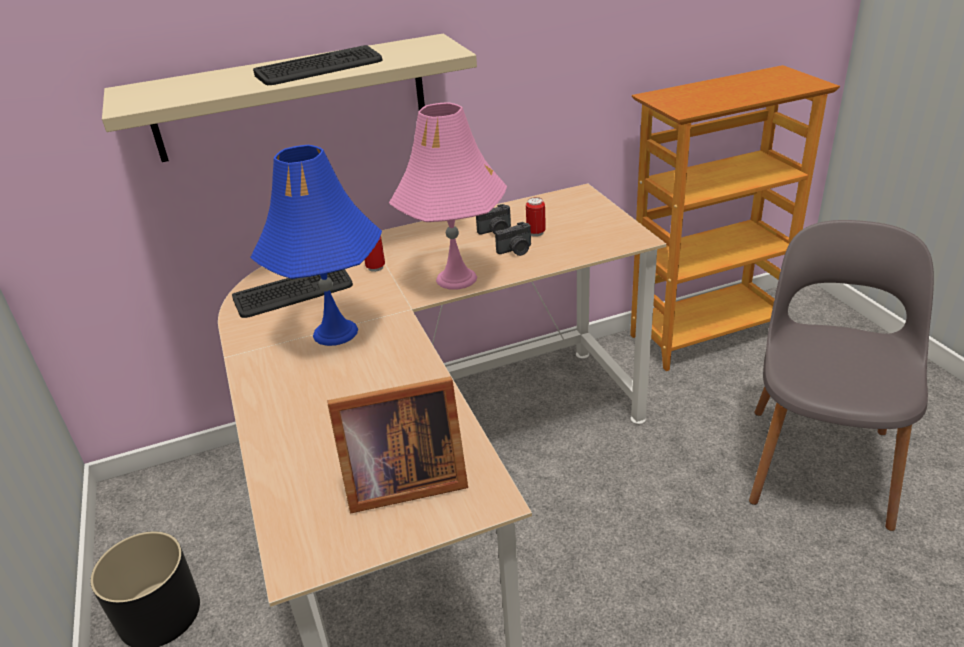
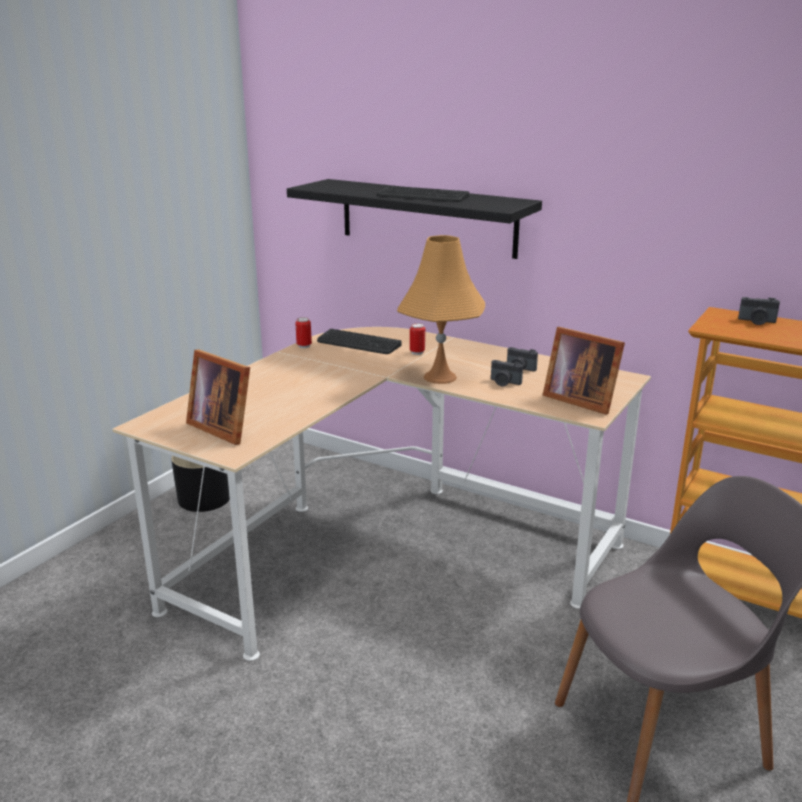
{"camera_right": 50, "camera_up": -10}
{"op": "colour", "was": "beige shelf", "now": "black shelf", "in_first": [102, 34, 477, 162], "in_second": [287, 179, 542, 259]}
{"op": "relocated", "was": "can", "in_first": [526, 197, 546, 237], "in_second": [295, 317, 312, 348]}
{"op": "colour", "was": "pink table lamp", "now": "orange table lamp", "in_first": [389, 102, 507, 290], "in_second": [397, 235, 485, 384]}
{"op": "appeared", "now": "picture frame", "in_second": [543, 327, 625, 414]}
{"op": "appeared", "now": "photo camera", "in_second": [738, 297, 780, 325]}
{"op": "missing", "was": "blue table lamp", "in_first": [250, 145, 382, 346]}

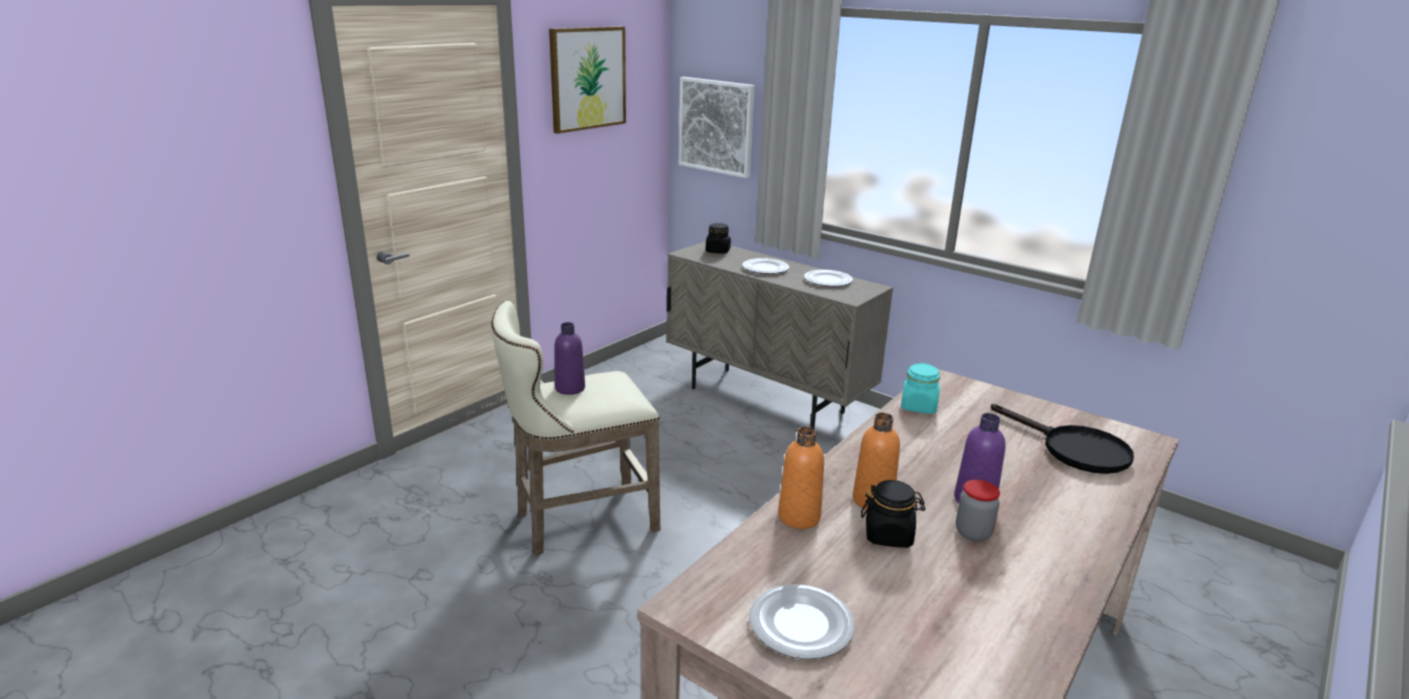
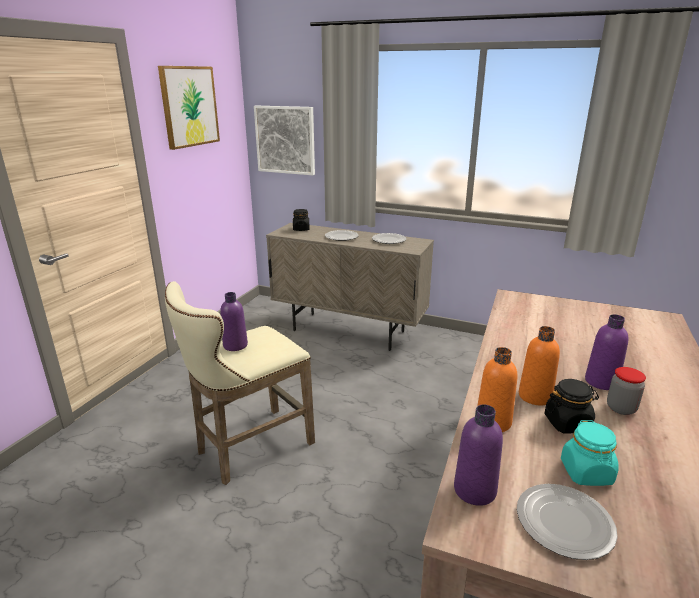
{"camera_right": -15, "camera_up": 0}
{"op": "appeared", "now": "purple bottle", "in_second": [454, 404, 503, 506]}
{"op": "relocated", "was": "turquoise jar", "in_first": [901, 363, 940, 414], "in_second": [561, 420, 619, 486]}
{"op": "missing", "was": "black frying pan", "in_first": [991, 404, 1134, 474]}

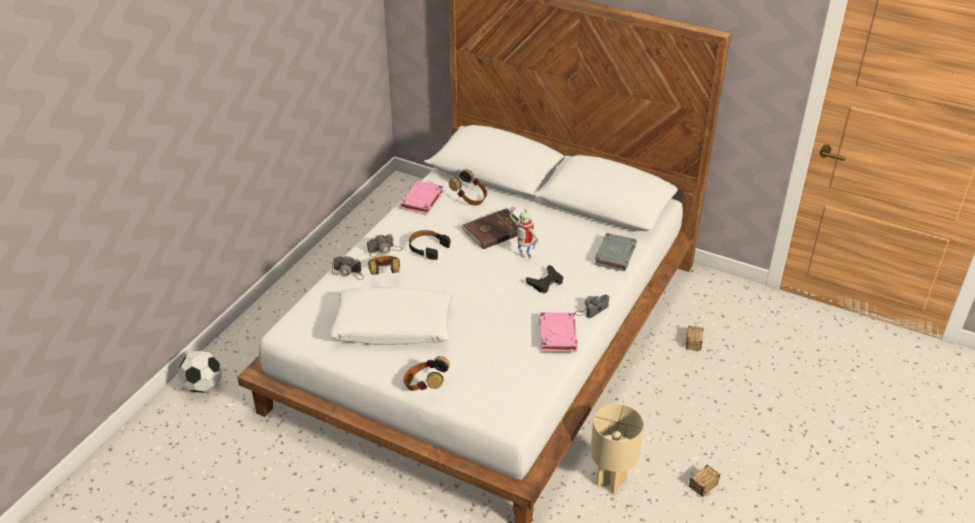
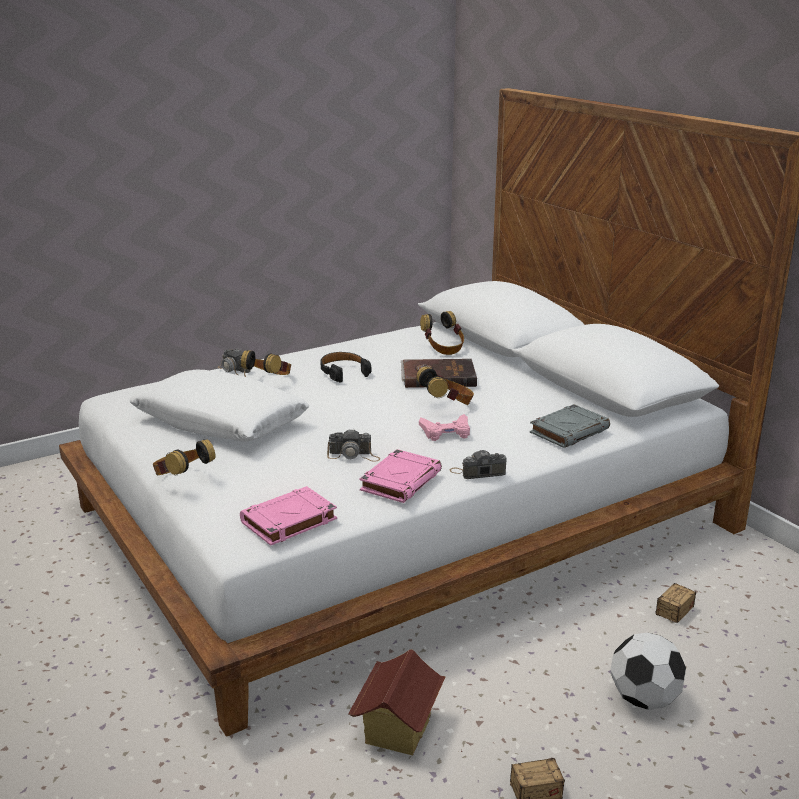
{"camera_right": 30, "camera_up": -15}
{"op": "relocated", "was": "pink book", "in_first": [399, 181, 443, 215], "in_second": [240, 486, 337, 546]}
{"op": "relocated", "was": "photo camera", "in_first": [367, 234, 403, 257], "in_second": [327, 429, 380, 462]}
{"op": "exchanged", "was": "beige table lamp", "now": "toy house", "in_first": [590, 404, 644, 495], "in_second": [348, 649, 446, 755]}
{"op": "exchanged", "was": "toy robot", "now": "headphones", "in_first": [509, 207, 539, 260], "in_second": [416, 366, 474, 405]}
{"op": "colour", "was": "black game controller", "now": "pink game controller", "in_first": [526, 265, 563, 293], "in_second": [419, 414, 470, 441]}
{"op": "relocated", "was": "football", "in_first": [178, 351, 222, 393], "in_second": [610, 633, 686, 710]}

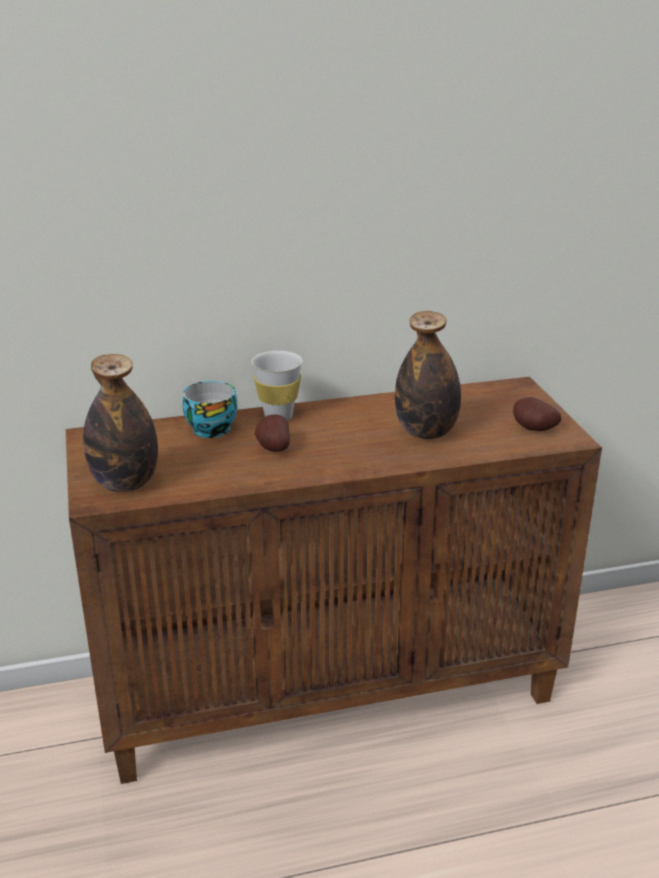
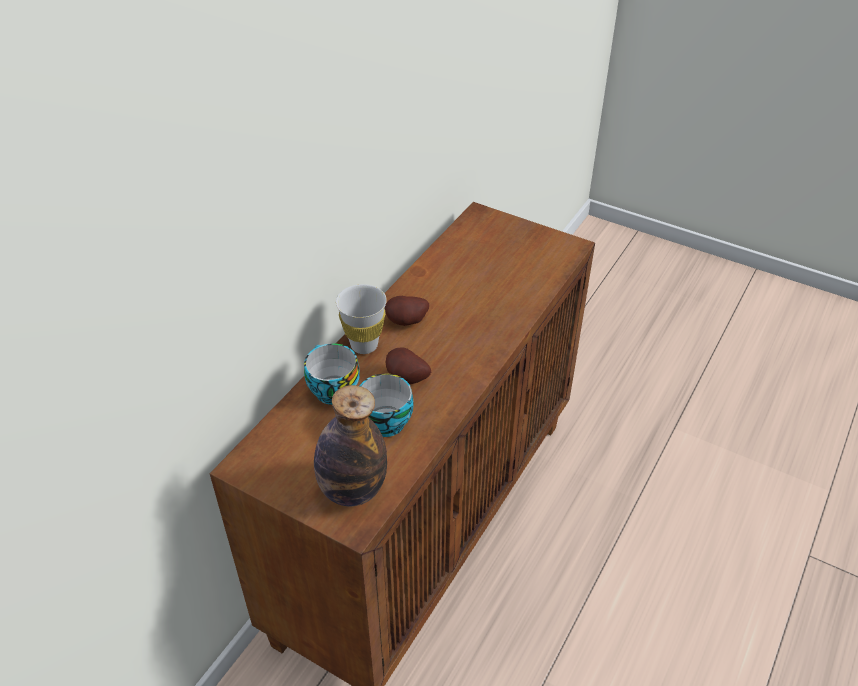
{"camera_right": -45, "camera_up": 15}
{"op": "appeared", "now": "cup", "in_second": [360, 373, 414, 437]}
{"op": "relocated", "was": "potato", "in_first": [513, 397, 561, 431], "in_second": [385, 296, 429, 326]}
{"op": "missing", "was": "bottle", "in_first": [395, 311, 461, 439]}

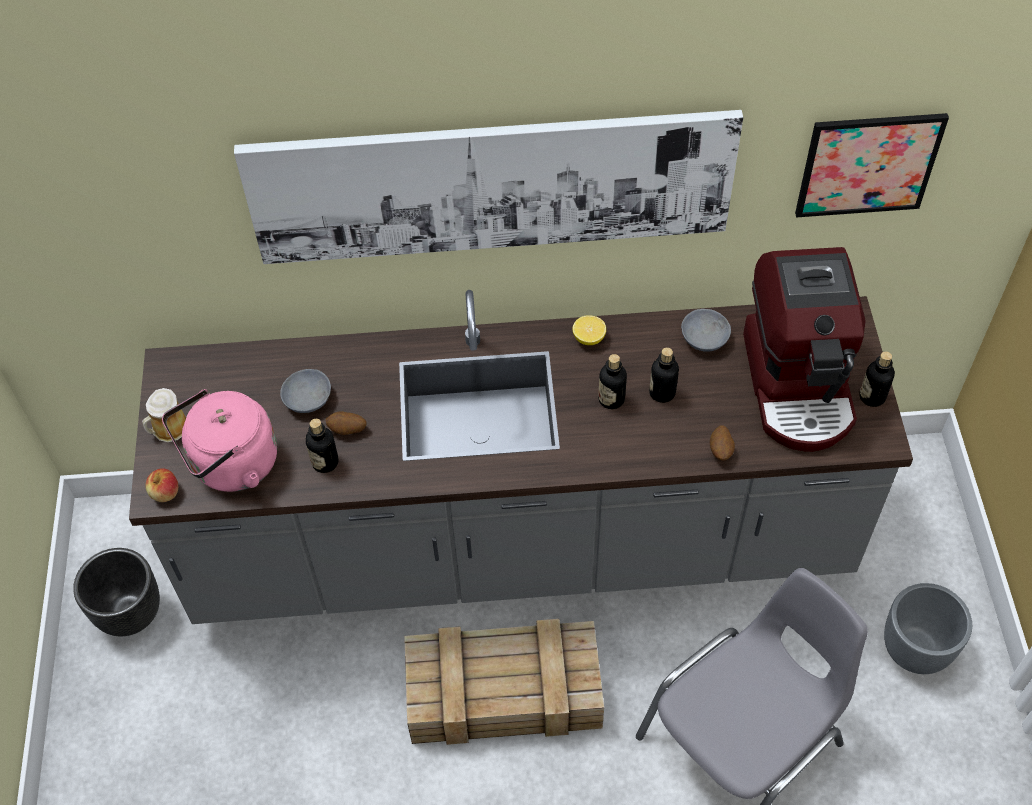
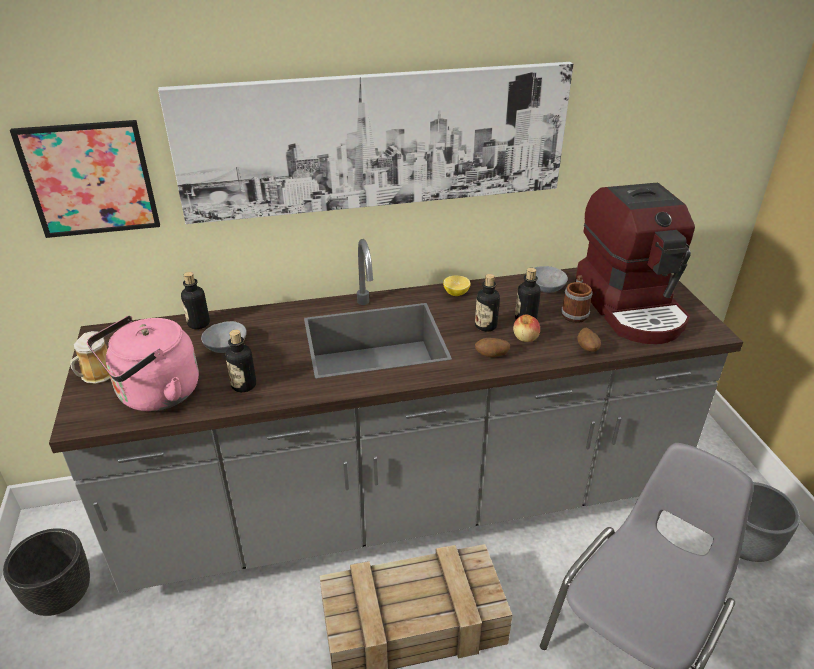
{"camera_right": -10, "camera_up": -20}
{"op": "relocated", "was": "picture", "in_first": [795, 113, 949, 217], "in_second": [10, 120, 160, 238]}
{"op": "relocated", "was": "bottle", "in_first": [859, 351, 895, 407], "in_second": [181, 272, 210, 329]}
{"op": "relocated", "was": "potato", "in_first": [325, 411, 367, 435], "in_second": [475, 338, 510, 357]}
{"op": "relocated", "was": "apple", "in_first": [145, 468, 178, 502], "in_second": [513, 315, 540, 342]}
{"op": "appeared", "now": "mug", "in_second": [561, 275, 593, 323]}

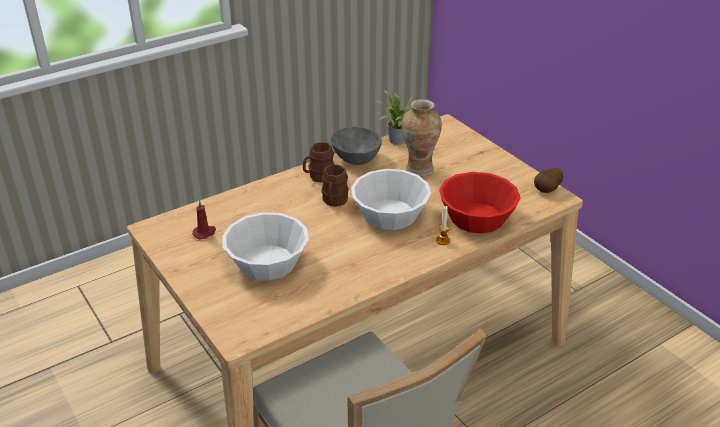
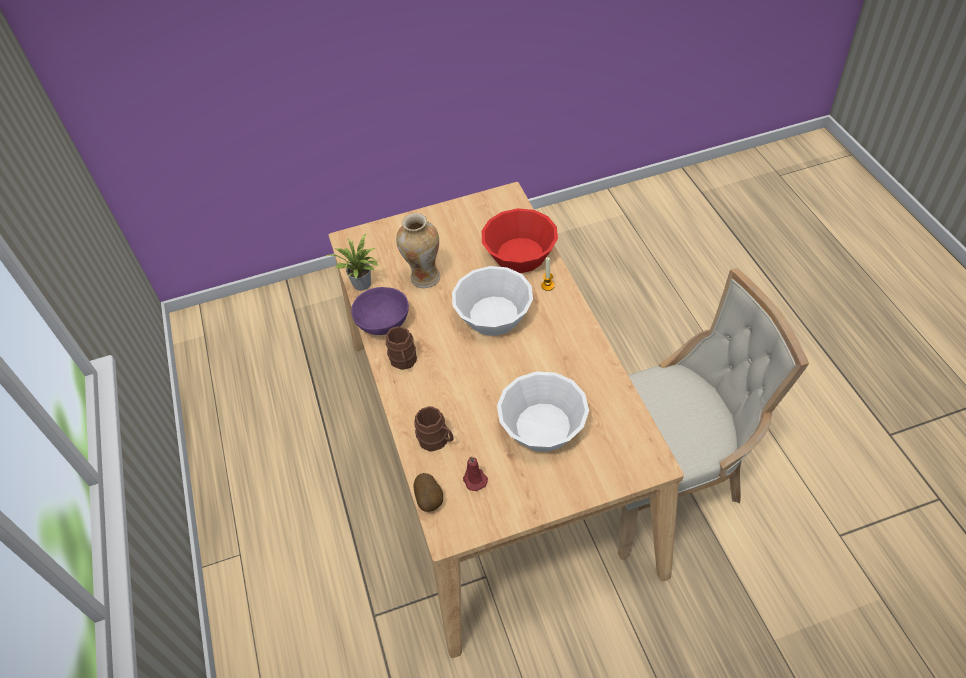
{"camera_right": -70, "camera_up": 15}
{"op": "colour", "was": "grey bowl", "now": "purple bowl", "in_first": [331, 126, 382, 165], "in_second": [351, 287, 409, 335]}
{"op": "relocated", "was": "potato", "in_first": [534, 168, 563, 193], "in_second": [413, 473, 443, 512]}
{"op": "relocated", "was": "brown mug", "in_first": [322, 164, 349, 207], "in_second": [414, 406, 454, 451]}

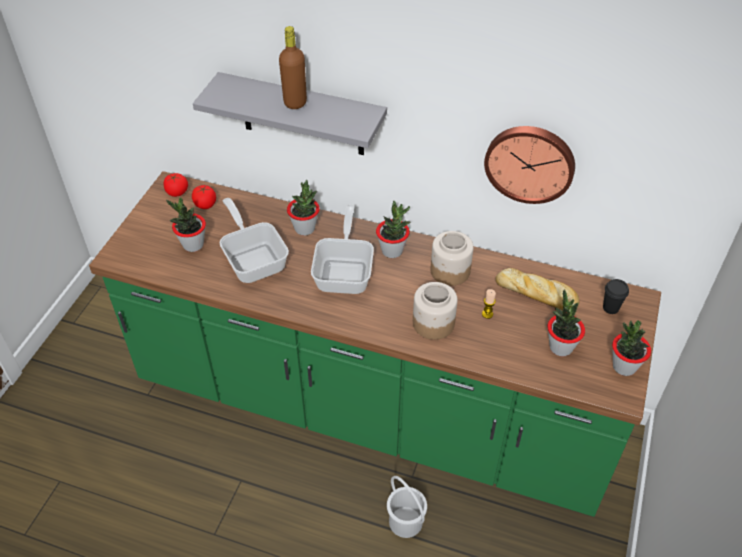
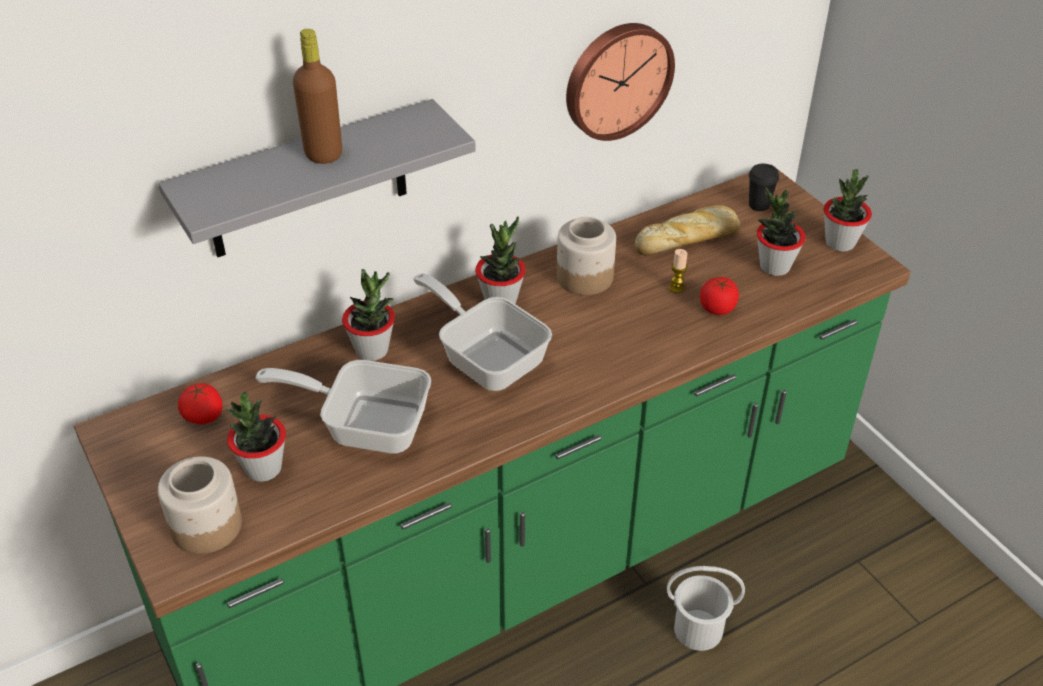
{"camera_right": -50, "camera_up": -5}
{"op": "relocated", "was": "jar", "in_first": [413, 282, 458, 340], "in_second": [158, 456, 242, 554]}
{"op": "relocated", "was": "tomato", "in_first": [163, 173, 188, 197], "in_second": [700, 277, 739, 315]}

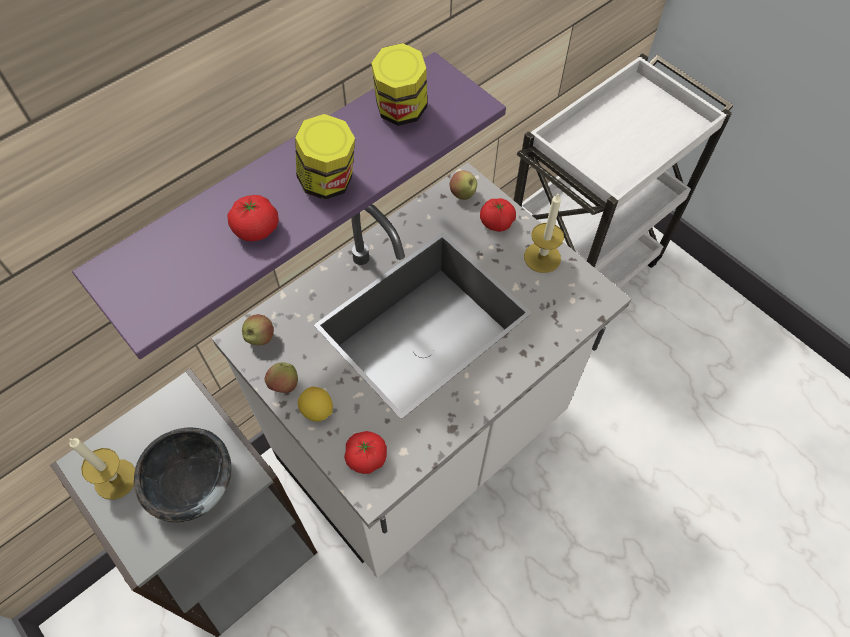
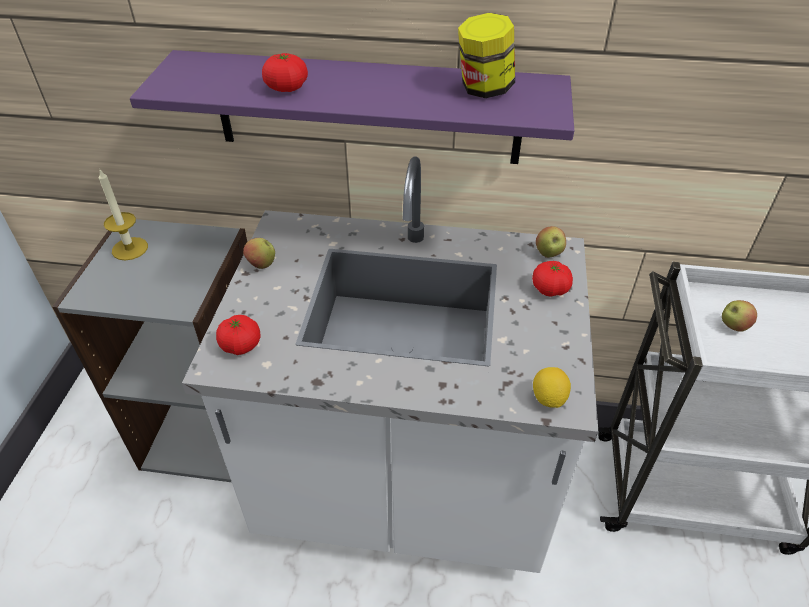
{"camera_right": 50, "camera_up": -15}
{"op": "relocated", "was": "lemon", "in_first": [298, 387, 333, 422], "in_second": [533, 367, 571, 408]}
{"op": "relocated", "was": "apple", "in_first": [242, 314, 274, 345], "in_second": [722, 300, 757, 332]}
{"op": "missing", "was": "black bowl", "in_first": [134, 428, 231, 522]}
{"op": "missing", "was": "jar", "in_first": [295, 114, 355, 200]}
{"op": "missing", "was": "candle", "in_first": [524, 194, 564, 273]}

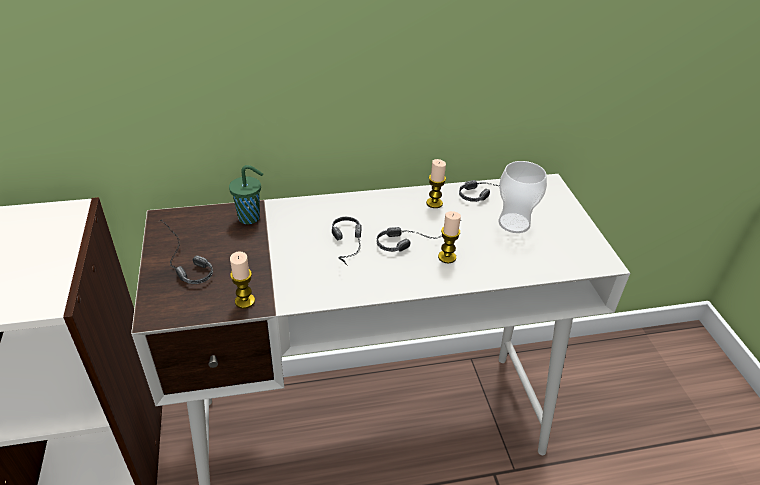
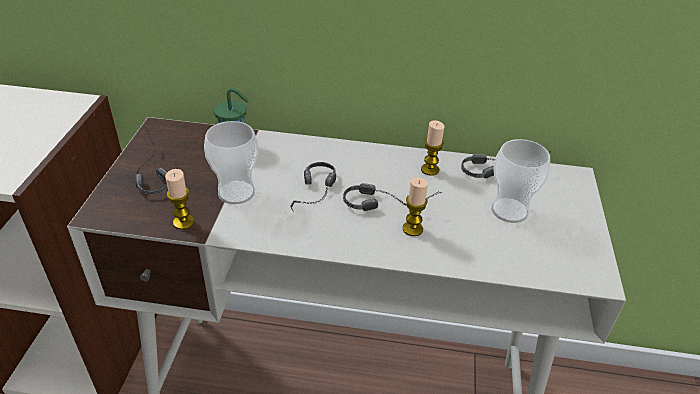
{"camera_right": 20, "camera_up": 0}
{"op": "appeared", "now": "cup", "in_second": [204, 121, 259, 204]}

